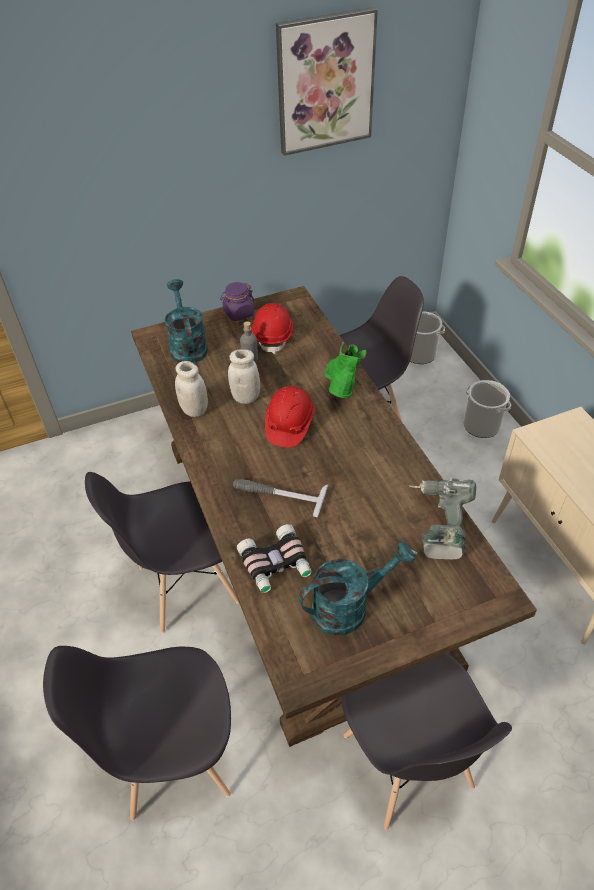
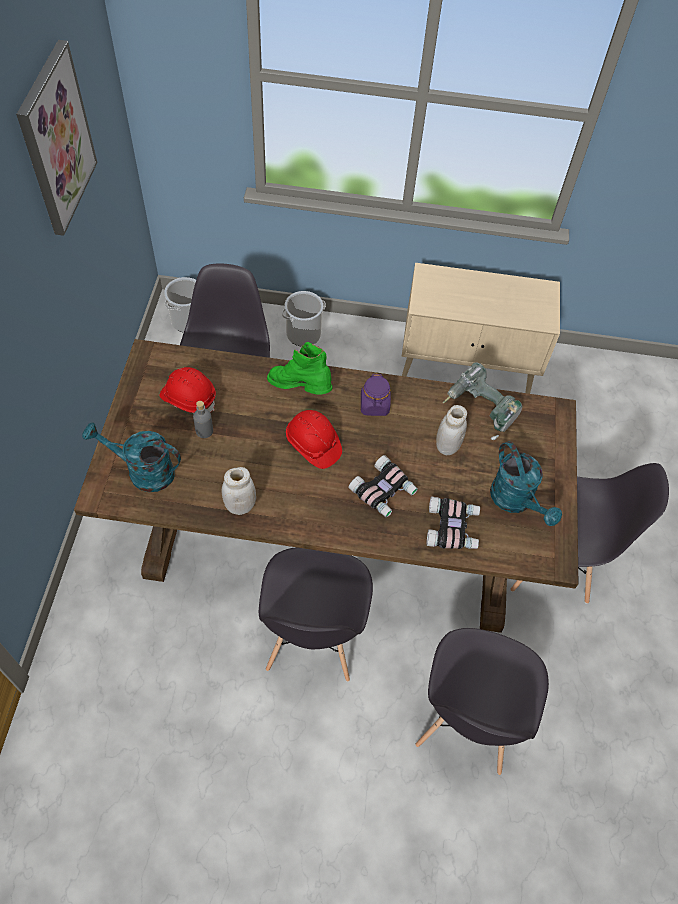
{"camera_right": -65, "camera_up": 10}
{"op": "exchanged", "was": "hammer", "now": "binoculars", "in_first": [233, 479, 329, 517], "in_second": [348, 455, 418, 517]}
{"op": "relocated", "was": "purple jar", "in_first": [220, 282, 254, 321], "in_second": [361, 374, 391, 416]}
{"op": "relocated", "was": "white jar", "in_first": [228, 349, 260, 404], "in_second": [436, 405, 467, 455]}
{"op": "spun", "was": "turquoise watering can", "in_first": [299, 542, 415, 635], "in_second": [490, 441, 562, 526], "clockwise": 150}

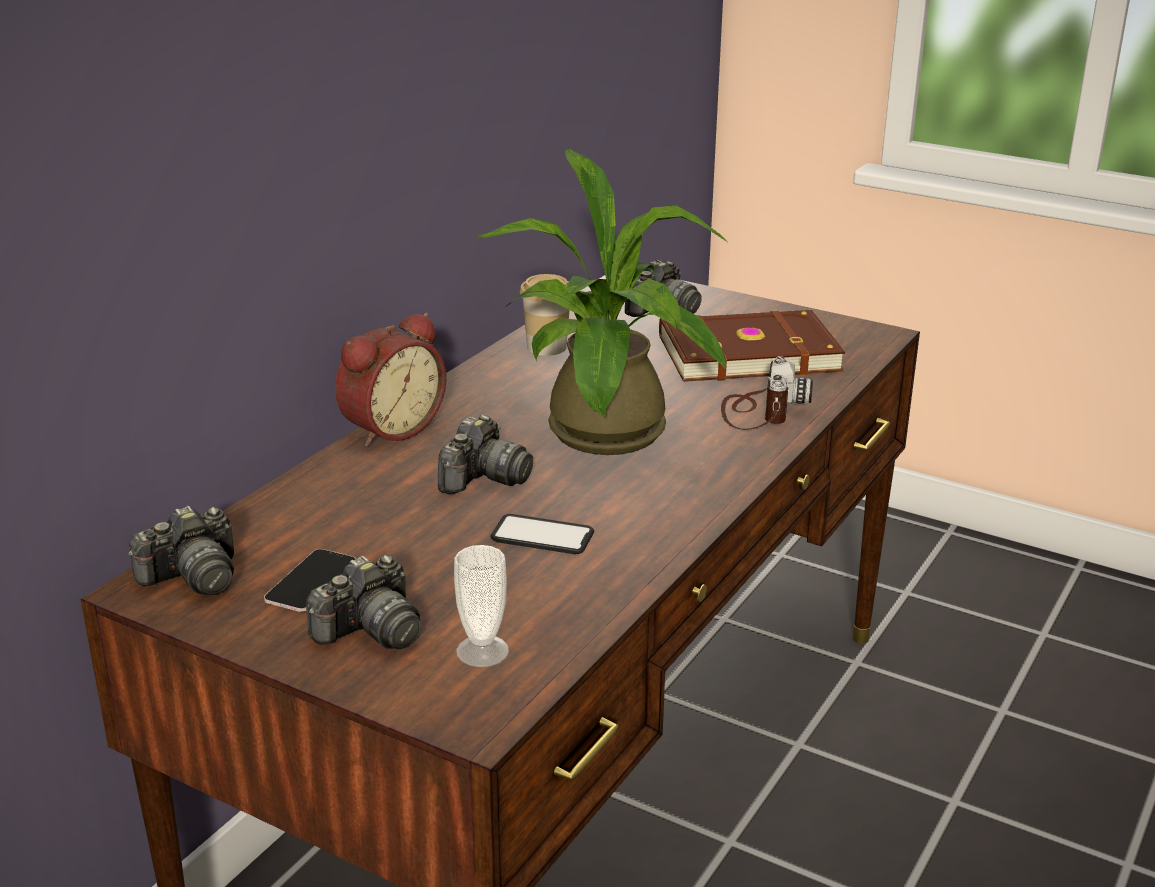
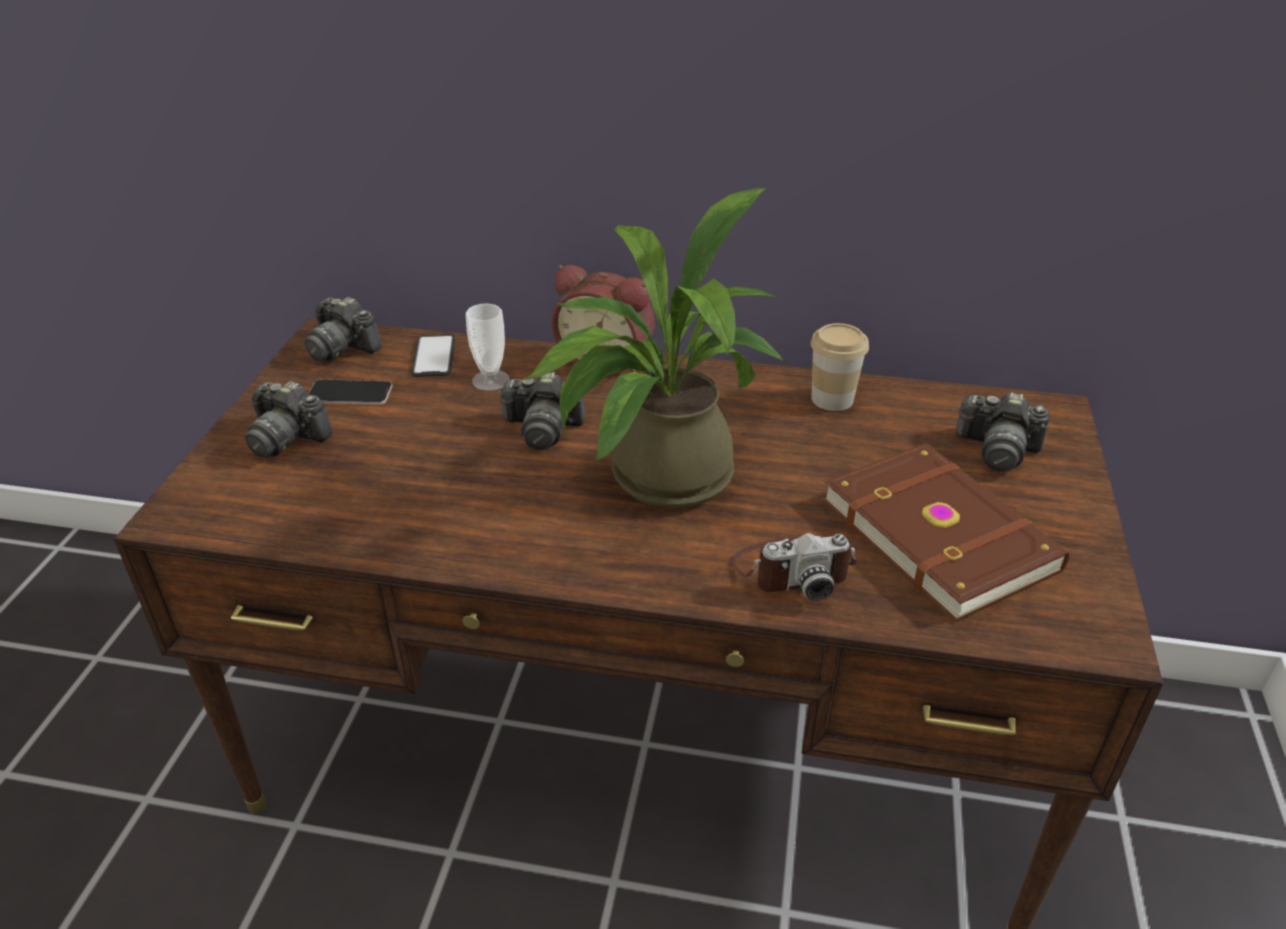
{"camera_right": 70, "camera_up": 10}
{"op": "relocated", "was": "phone", "in_first": [490, 514, 594, 554], "in_second": [411, 334, 455, 377]}
{"op": "relocated", "was": "cup", "in_first": [454, 545, 509, 667], "in_second": [466, 303, 510, 391]}

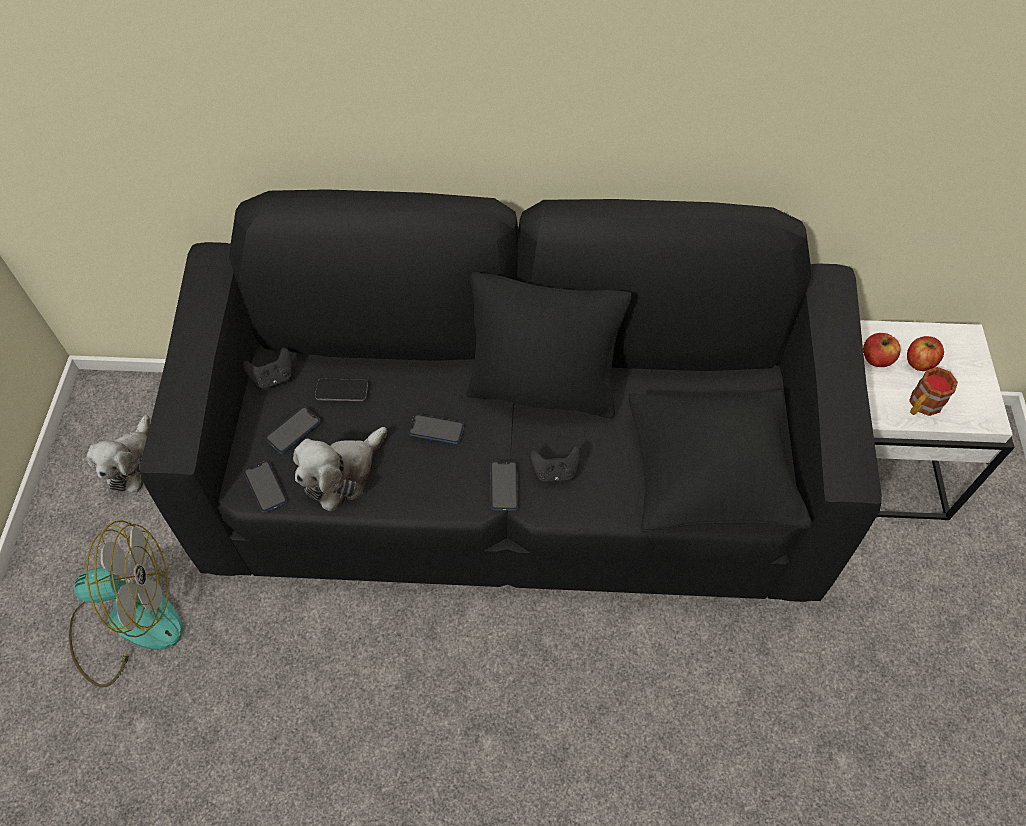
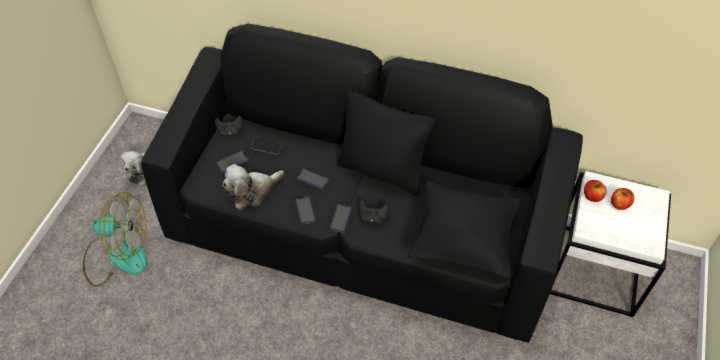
{"camera_right": 15, "camera_up": -5}
{"op": "relocated", "was": "phone", "in_first": [244, 461, 287, 512], "in_second": [295, 196, 316, 225]}
{"op": "missing", "was": "mug", "in_first": [909, 367, 958, 416]}

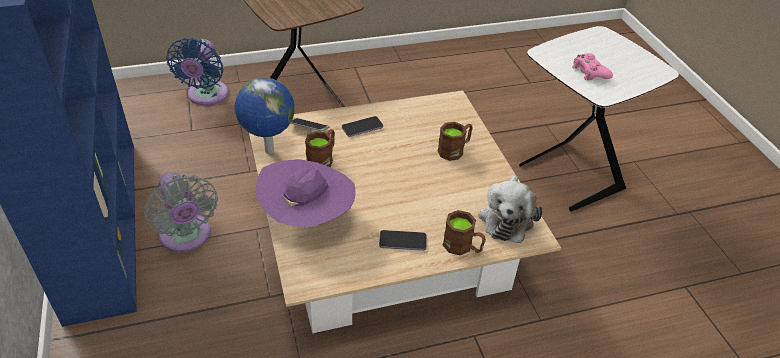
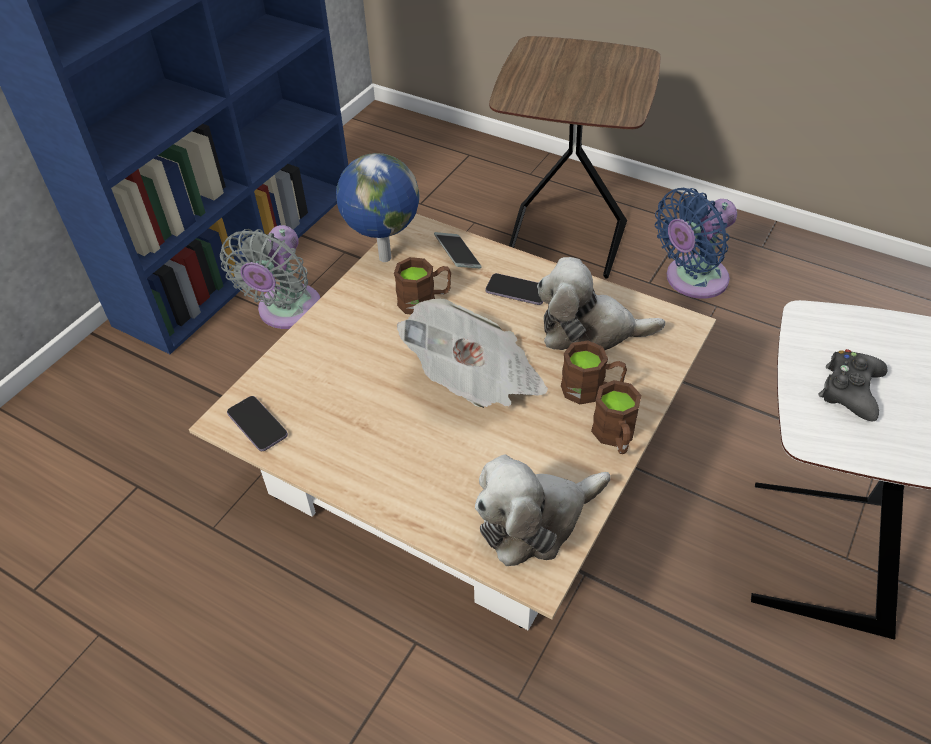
{"camera_right": 50, "camera_up": 5}
{"op": "relocated", "was": "phone", "in_first": [379, 230, 427, 251], "in_second": [227, 396, 288, 451]}
{"op": "appeared", "now": "newspaper", "in_second": [397, 299, 548, 408]}
{"op": "appeared", "now": "plush toy", "in_second": [537, 257, 665, 350]}
{"op": "relocated", "was": "brown mug", "in_first": [443, 210, 486, 255], "in_second": [591, 380, 642, 454]}
{"op": "relocated", "was": "blue fan", "in_first": [166, 38, 228, 106], "in_second": [655, 188, 737, 299]}
{"op": "colour", "was": "pink game controller", "now": "black game controller", "in_first": [572, 53, 613, 80], "in_second": [818, 349, 887, 421]}
{"op": "missing", "was": "purple hat", "in_first": [255, 159, 356, 230]}

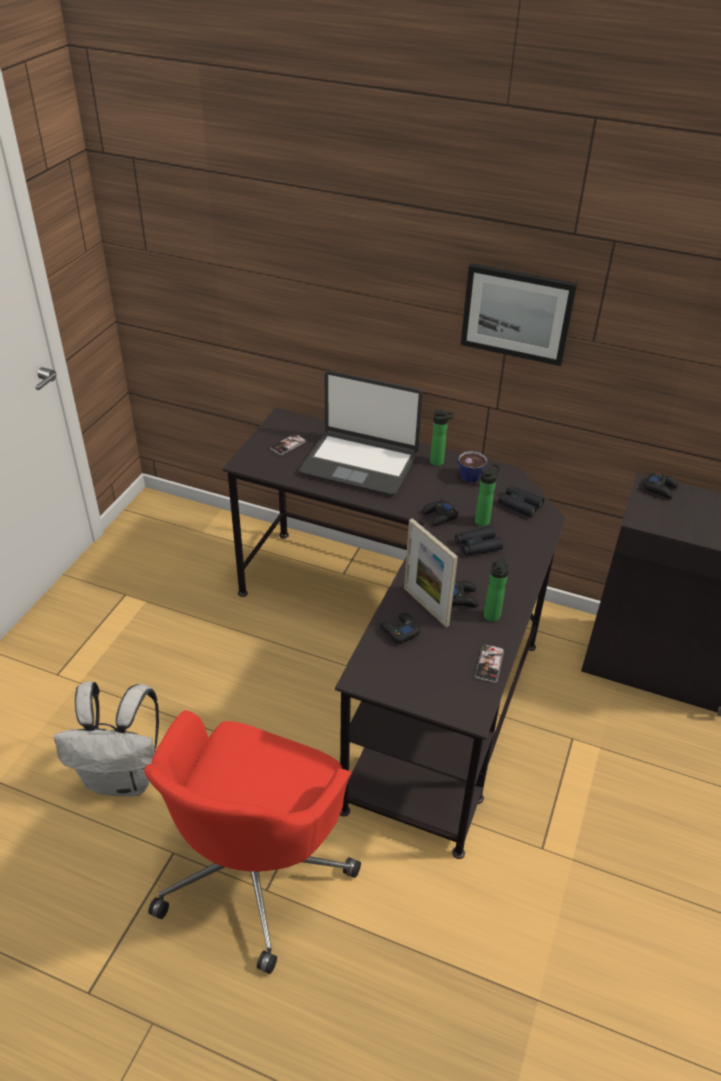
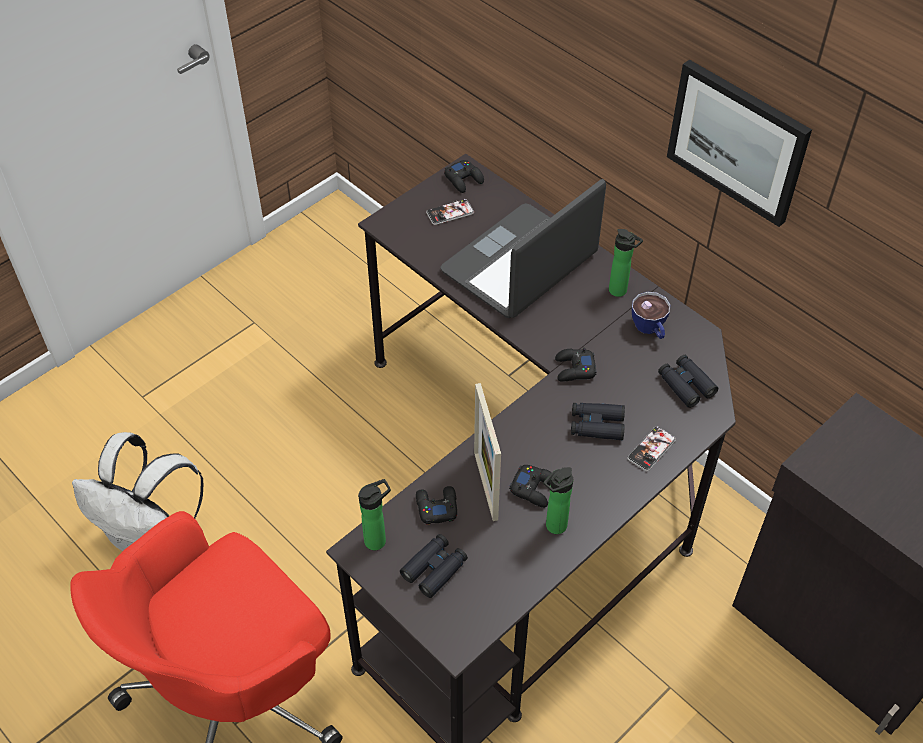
{"camera_right": 25, "camera_up": 10}
{"op": "relocated", "was": "bottle", "in_first": [475, 463, 501, 526], "in_second": [358, 479, 391, 550]}
{"op": "appeared", "now": "black binoculars", "in_second": [400, 534, 468, 598]}
{"op": "spun", "was": "laptop", "in_first": [299, 370, 423, 496], "in_second": [440, 179, 606, 318], "clockwise": 90}
{"op": "relocated", "was": "black game controller", "in_first": [643, 473, 678, 499], "in_second": [444, 160, 484, 193]}
{"op": "relocated", "was": "phone", "in_first": [475, 644, 504, 683], "in_second": [627, 426, 676, 471]}

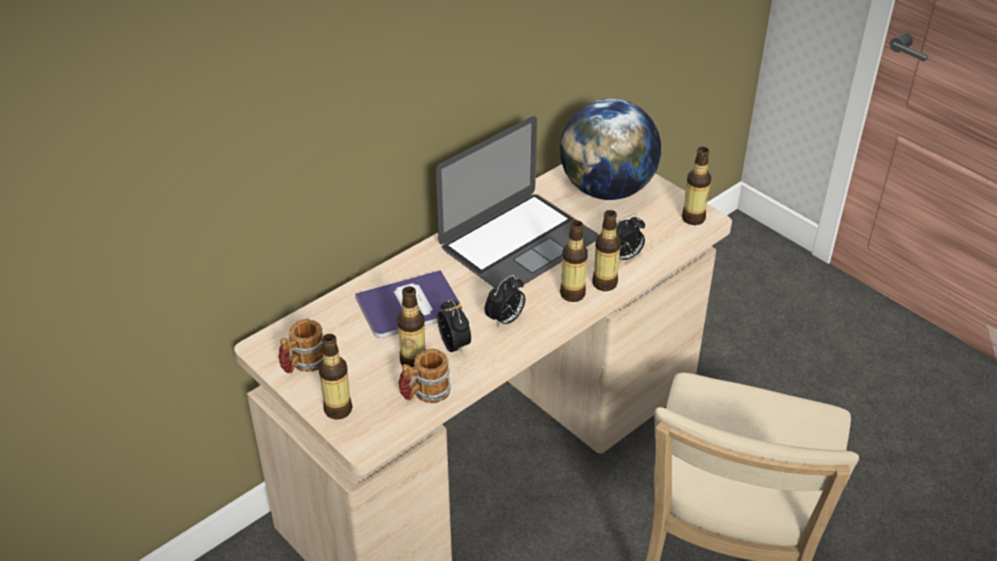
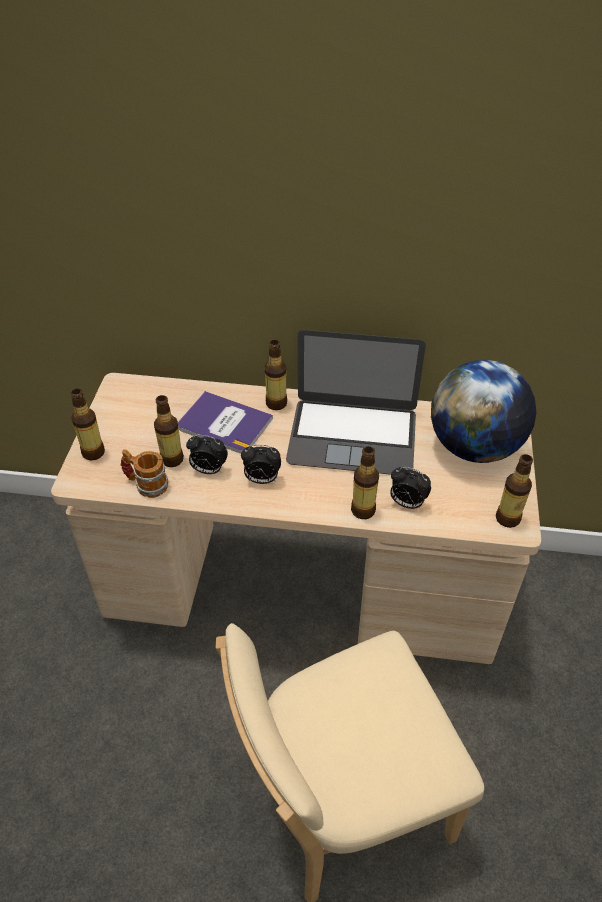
{"camera_right": 50, "camera_up": 5}
{"op": "spun", "was": "alarm clock", "in_first": [437, 299, 471, 354], "in_second": [186, 435, 228, 474], "clockwise": 75}
{"op": "relocated", "was": "bottle", "in_first": [560, 220, 588, 302], "in_second": [264, 340, 287, 410]}
{"op": "missing", "was": "mug", "in_first": [278, 319, 324, 374]}

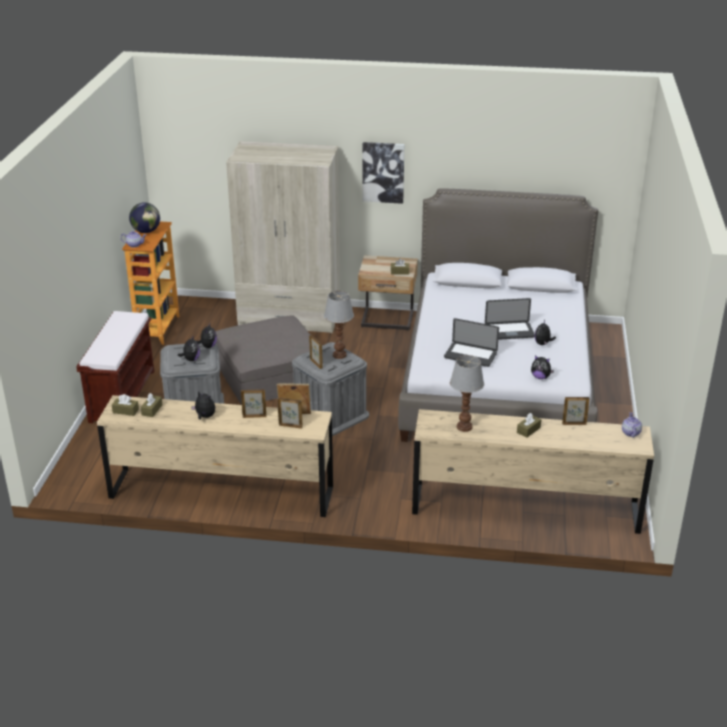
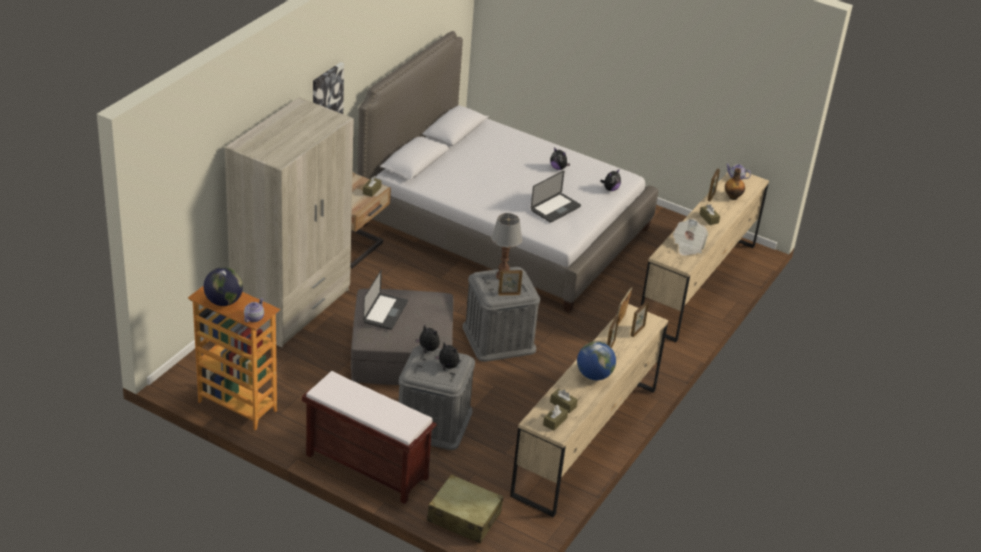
{"camera_right": -70, "camera_up": 5}
{"op": "relocated", "was": "laptop", "in_first": [485, 298, 535, 340], "in_second": [363, 270, 408, 330]}
{"op": "appeared", "now": "beige suitcase", "in_second": [427, 474, 504, 544]}
{"op": "exchanged", "was": "plush toy", "now": "globe", "in_first": [191, 390, 215, 420], "in_second": [577, 341, 616, 380]}
{"op": "exchanged", "was": "table lamp", "now": "newspaper", "in_first": [450, 355, 484, 432], "in_second": [673, 218, 708, 256]}
{"op": "appeared", "now": "bottle", "in_second": [725, 168, 745, 200]}

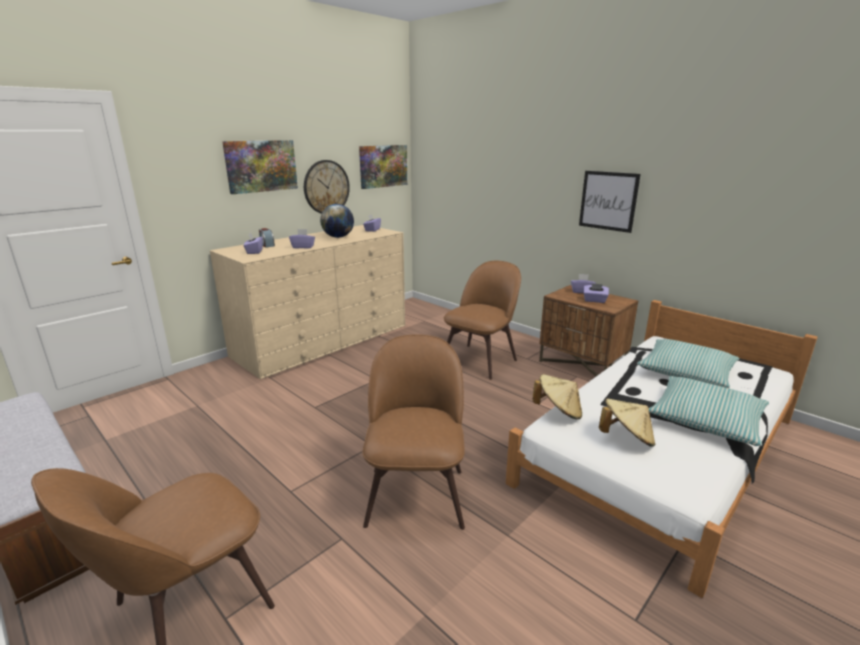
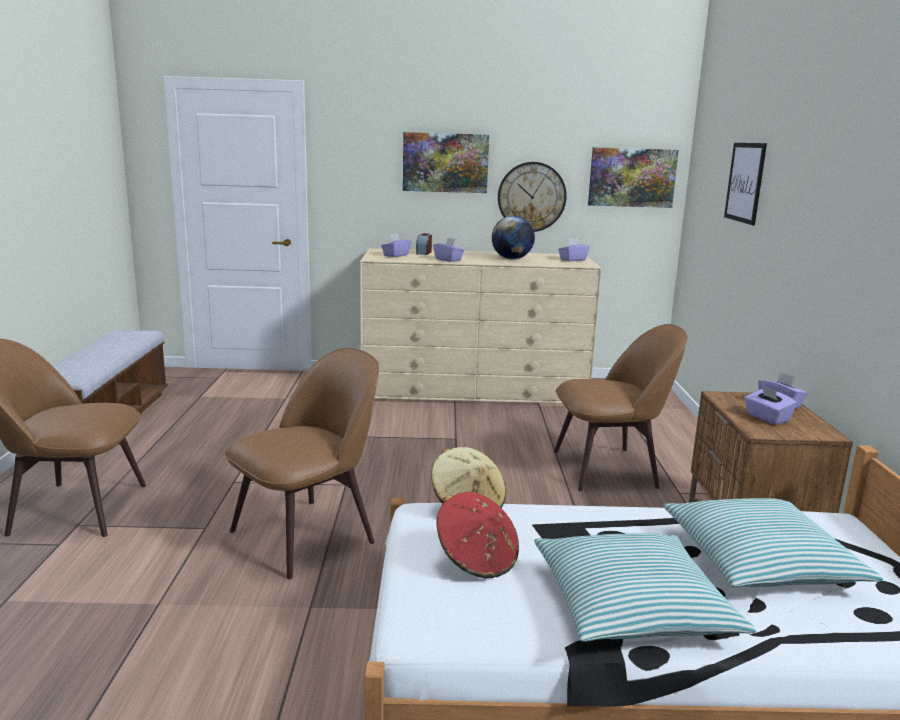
{"camera_right": 45, "camera_up": -5}
{"op": "colour", "was": "beige hat", "now": "red hat", "in_first": [599, 398, 655, 447], "in_second": [436, 492, 519, 578]}
{"op": "relocated", "was": "picture", "in_first": [579, 171, 641, 233], "in_second": [724, 143, 767, 225]}

